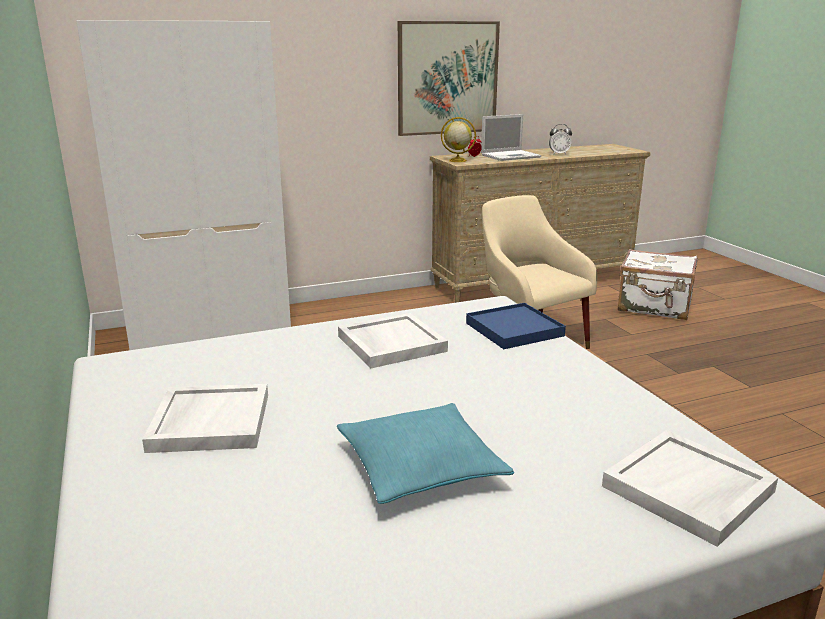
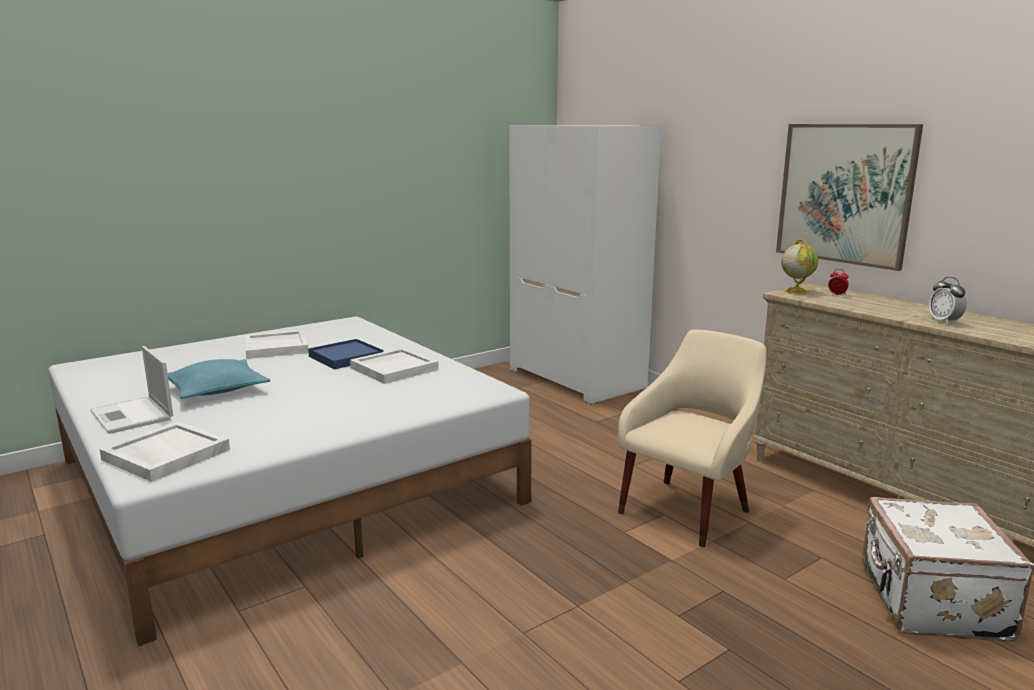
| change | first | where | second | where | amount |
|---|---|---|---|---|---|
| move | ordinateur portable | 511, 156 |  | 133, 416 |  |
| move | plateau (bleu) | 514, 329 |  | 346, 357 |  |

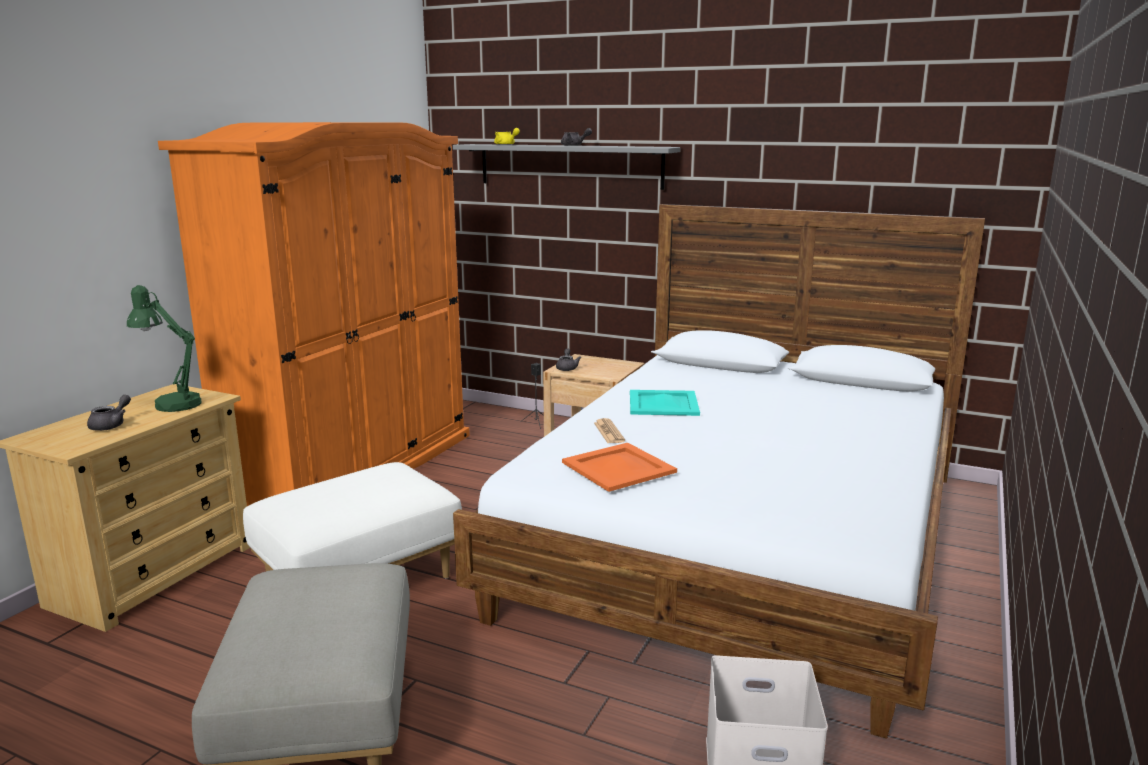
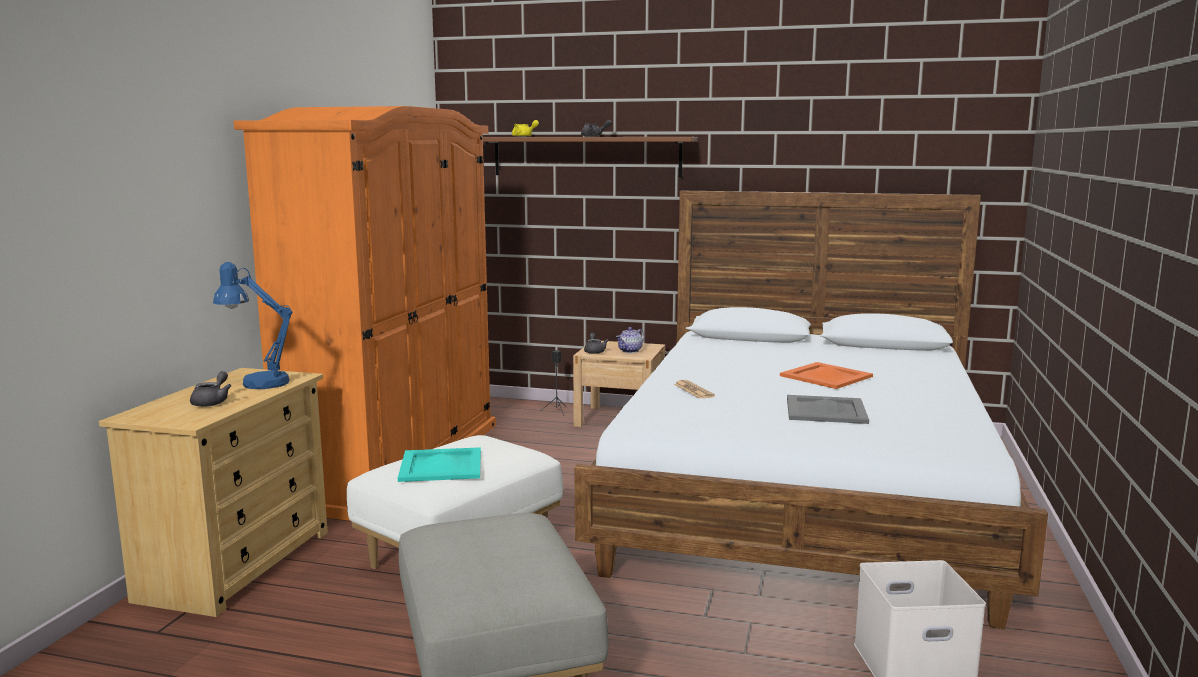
| change | first | where | second | where | amount |
|---|---|---|---|---|---|
| recolor | étagère (gris) | 569, 166 | étagère (marron) | 586, 156 |  |
| recolor | lampe de table (vert) | 172, 403 | lampe de table (bleu) | 257, 382 |  |
| move | plateau (turquoise) | 662, 403 |  | 440, 465 |  |
| move | plateau (orange) | 619, 467 |  | 827, 376 |  |
| insert |  |  | théière | 630, 351 |  |
| insert |  |  | plateau (gris) | 826, 410 |  |

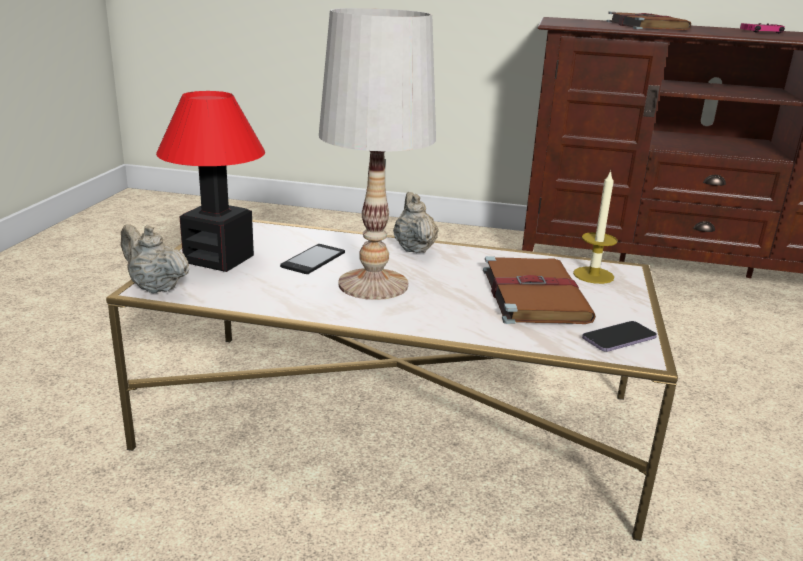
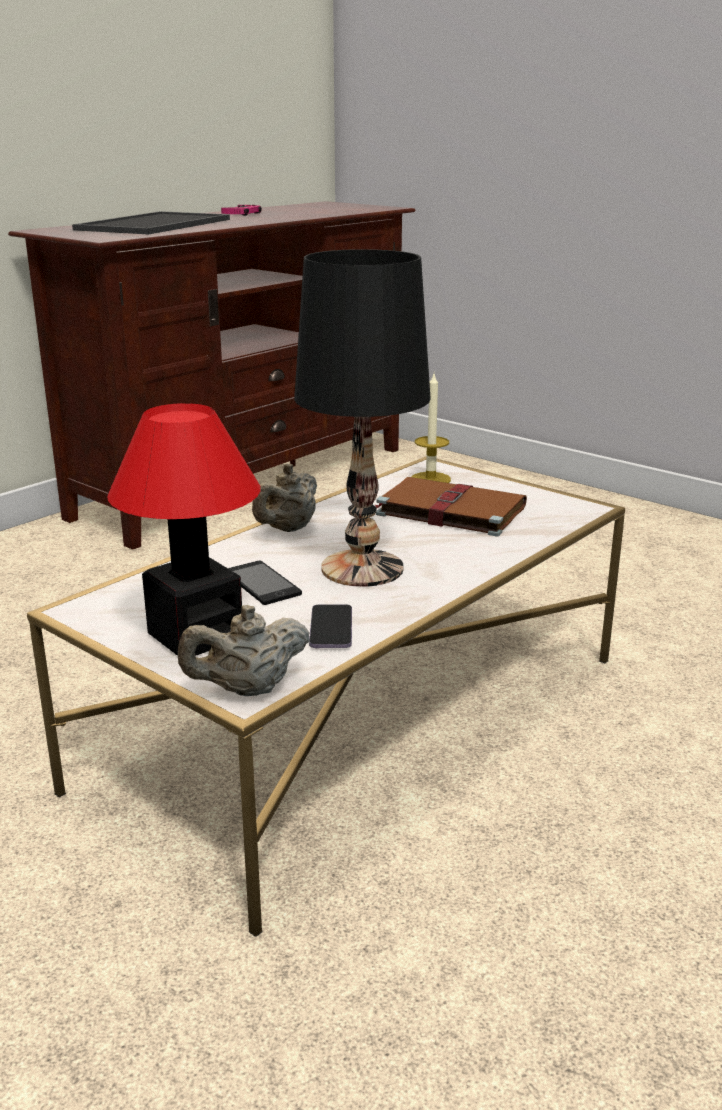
| change | first | where | second | where | amount |
|---|---|---|---|---|---|
| recolor | lampe de table (blanc) | 372, 285 | lampe de table (noir) | 363, 569 |  |
| replace | livre (marron) | 645, 26 | plateau | 156, 225 |  |
| rotate | théière (beige) | 414, 248 |  | 287, 529 | 75 degrees counterclockwise |
| move | téléphone | 619, 339 |  | 331, 629 |  |

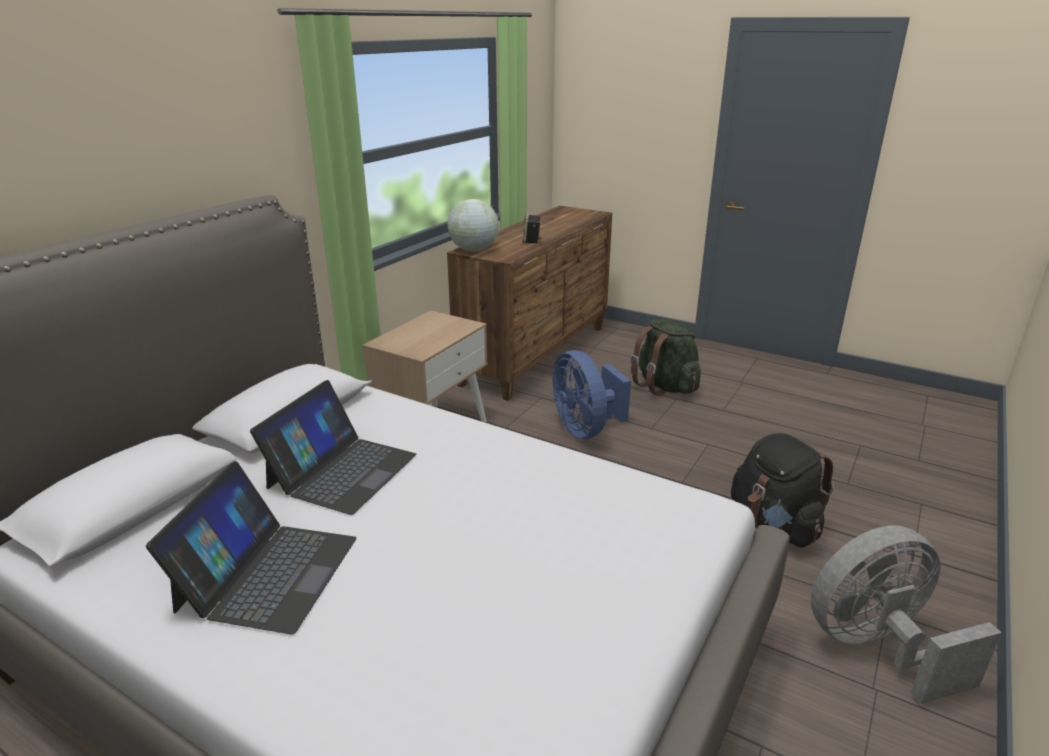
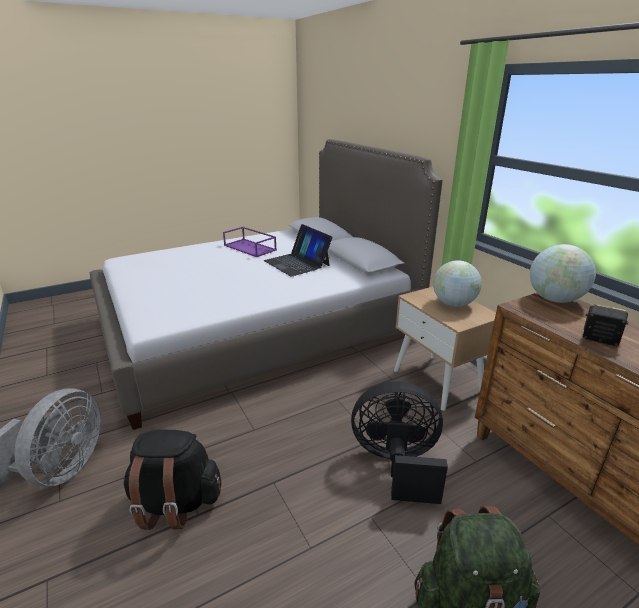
| change | first | where | second | where | amount |
|---|---|---|---|---|---|
| recolor | ventilateur (bleu) | 585, 429 | ventilateur (noir) | 396, 464 |  |
| replace | ordinateur portable | 267, 573 | plateau (violet) | 250, 248 |  |
| insert |  |  | globe | 453, 304 |  |

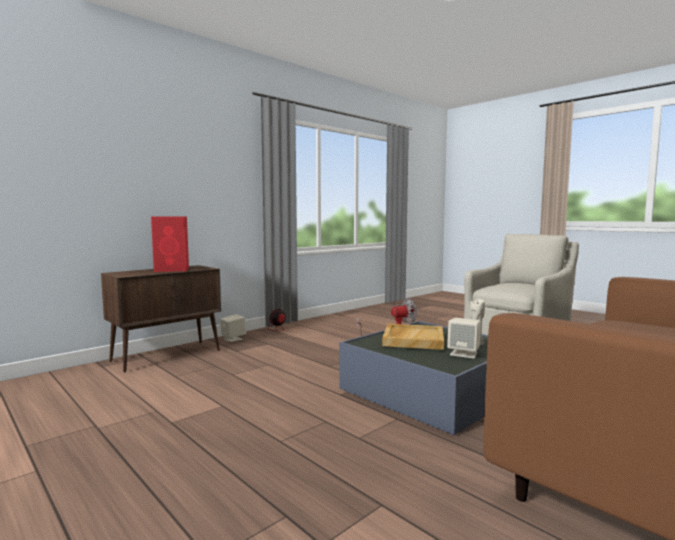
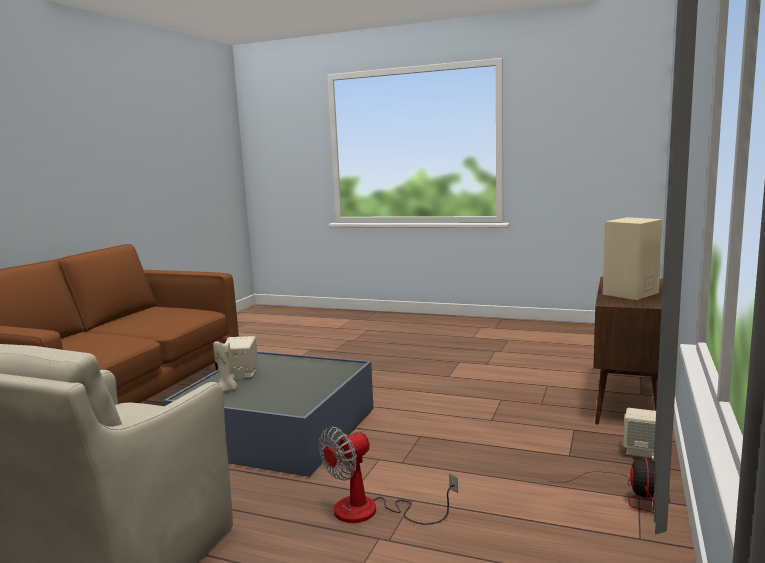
| change | first | where | second | where | amount |
|---|---|---|---|---|---|
| recolor | enceinte (rouge) | 173, 269 | enceinte (beige) | 630, 293 |  |
| delete | plateau (beige) | 413, 339 |  |  |  |

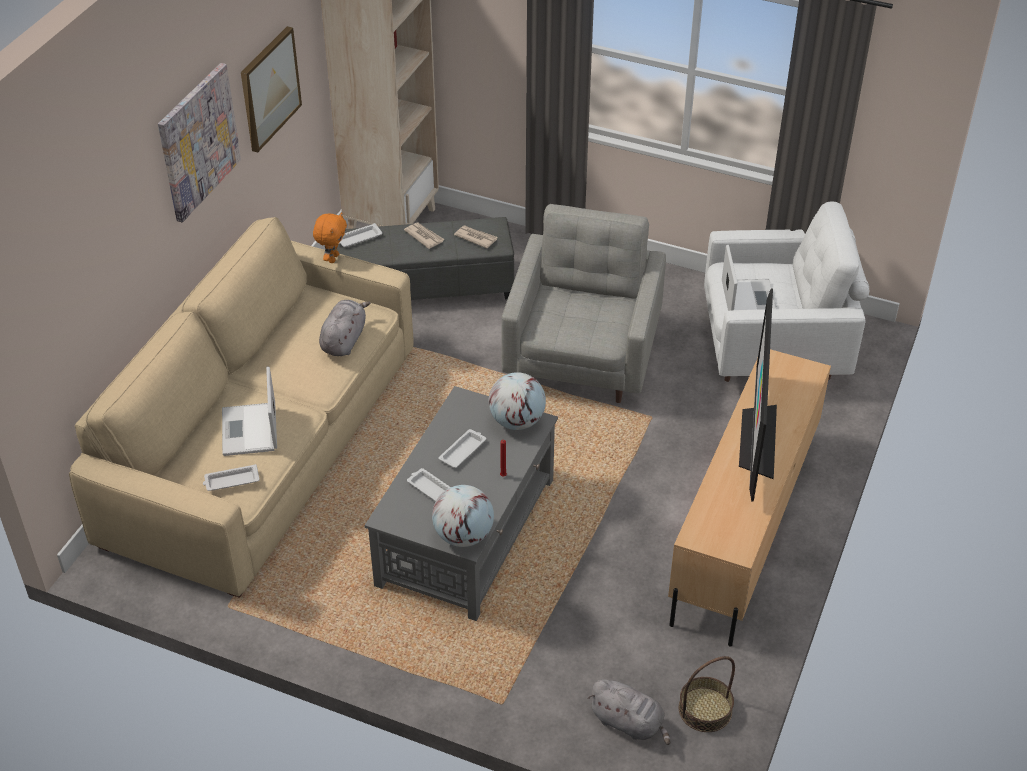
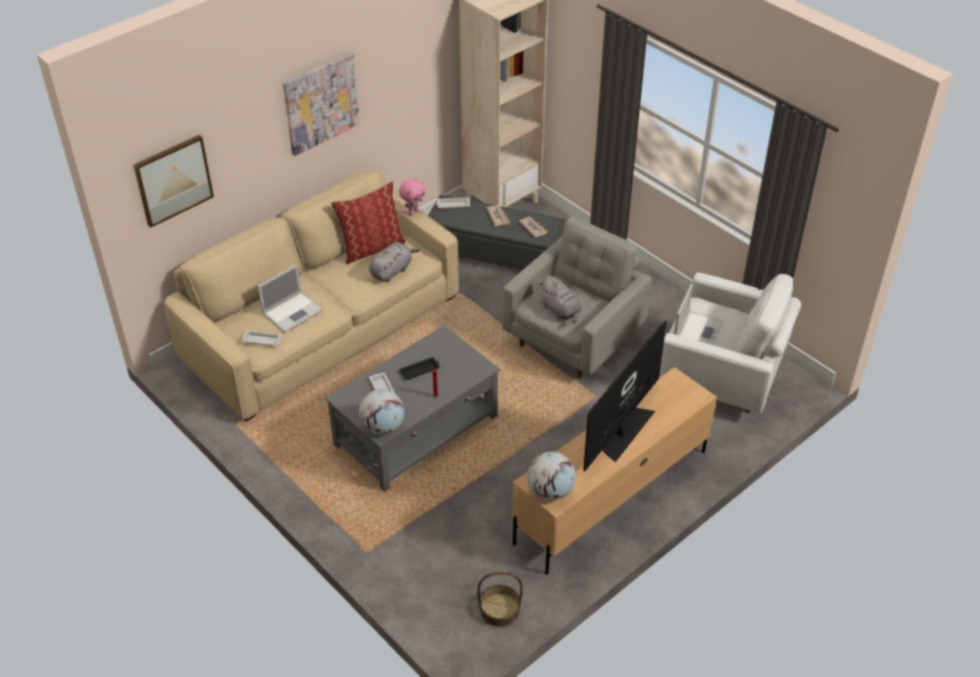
| change | first | where | second | where | amount |
|---|---|---|---|---|---|
| move | tableau | 269, 88 |  | 173, 180 |  |
| recolor | peluche (orange) | 332, 258 | peluche (rose) | 413, 212 |  |
| rotate | ordinateur portable | 250, 431 |  | 293, 311 | 150 degrees counterclockwise |
| move | globe | 517, 421 |  | 550, 491 |  |
| recolor | plateau (blanc) | 463, 451 | plateau (noir) | 420, 370 |  |
| move | peluche (gris) | 629, 723 |  | 561, 310 |  |
| insert |  |  | coussin | 371, 247 |  |

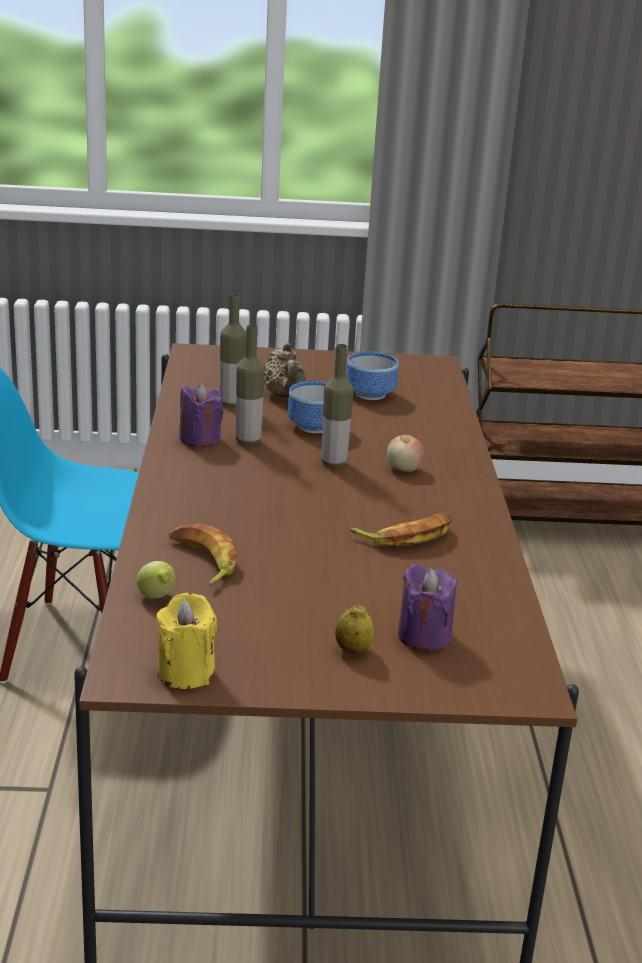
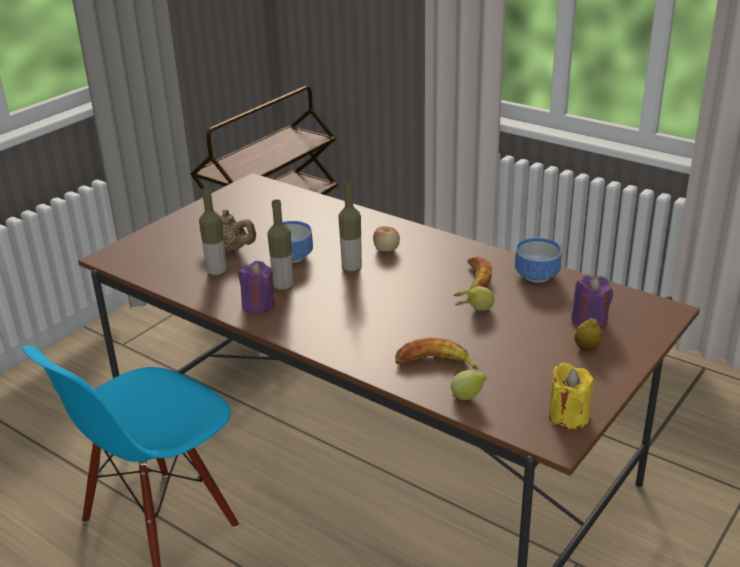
| change | first | where | second | where | amount |
|---|---|---|---|---|---|
| move | bol | 368, 393 |  | 534, 276 |  |
| insert |  |  | citron | 479, 310 |  |

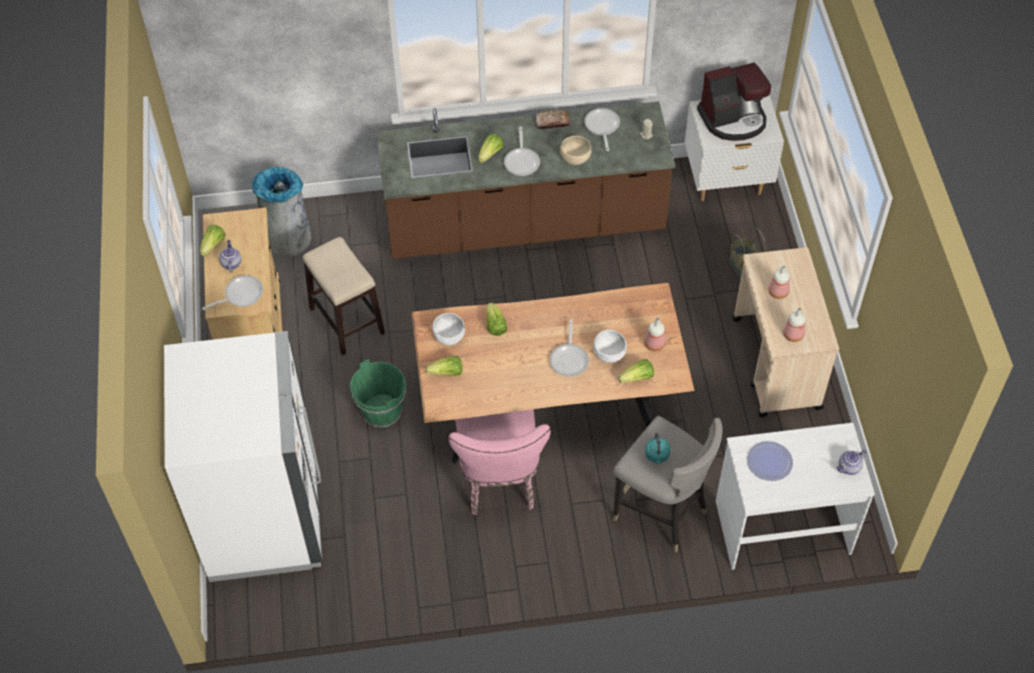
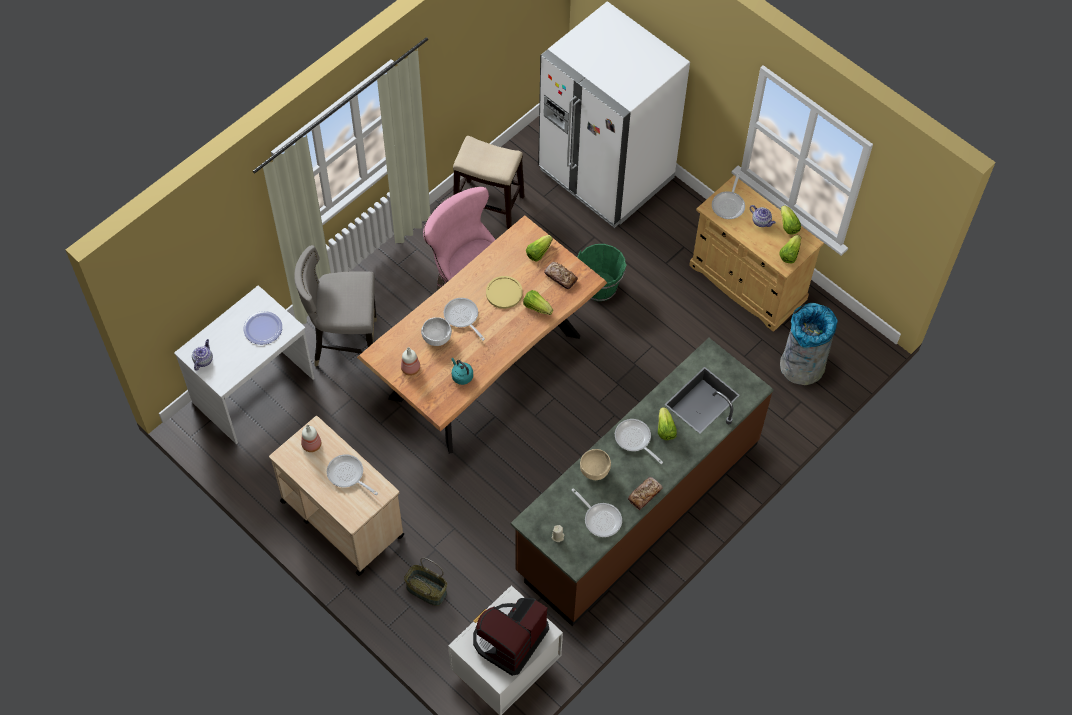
| change | first | where | second | where | amount |
|---|---|---|---|---|---|
| move | tabouret | 346, 320 |  | 489, 204 |  |
| replace | bouteille | 778, 292 | poêle | 348, 475 |  |
| replace | bol (blanc) | 449, 338 | pain | 560, 277 |  |
| move | laitue | 637, 378 |  | 790, 254 |  |
| move | bouilloire (turquoise) | 657, 456 |  | 461, 376 |  |
| insert |  |  | assiette (jaune) | 504, 293 |  |

